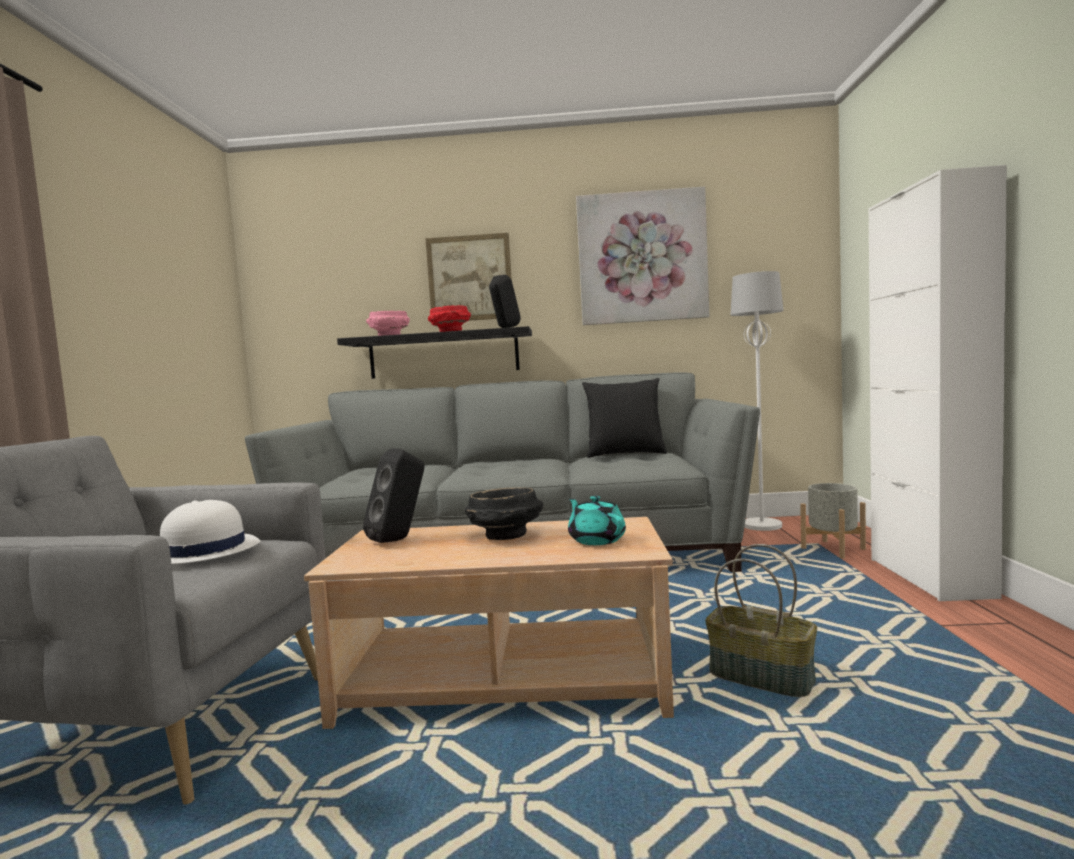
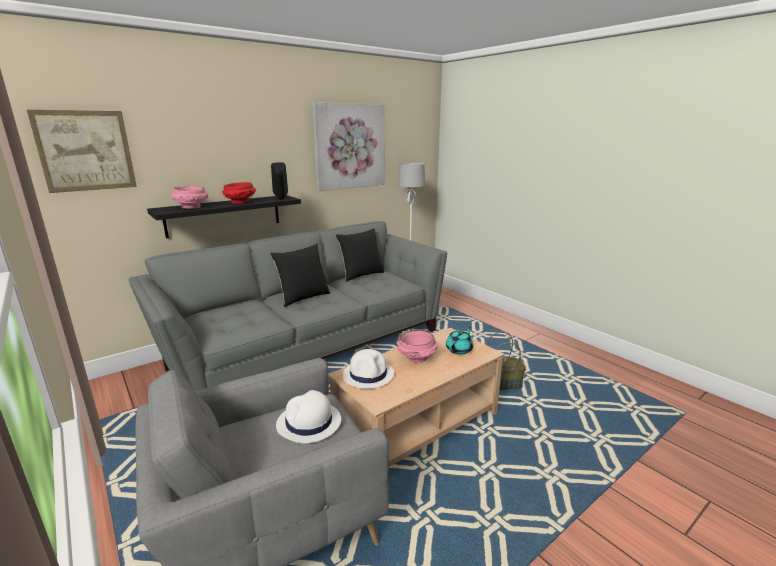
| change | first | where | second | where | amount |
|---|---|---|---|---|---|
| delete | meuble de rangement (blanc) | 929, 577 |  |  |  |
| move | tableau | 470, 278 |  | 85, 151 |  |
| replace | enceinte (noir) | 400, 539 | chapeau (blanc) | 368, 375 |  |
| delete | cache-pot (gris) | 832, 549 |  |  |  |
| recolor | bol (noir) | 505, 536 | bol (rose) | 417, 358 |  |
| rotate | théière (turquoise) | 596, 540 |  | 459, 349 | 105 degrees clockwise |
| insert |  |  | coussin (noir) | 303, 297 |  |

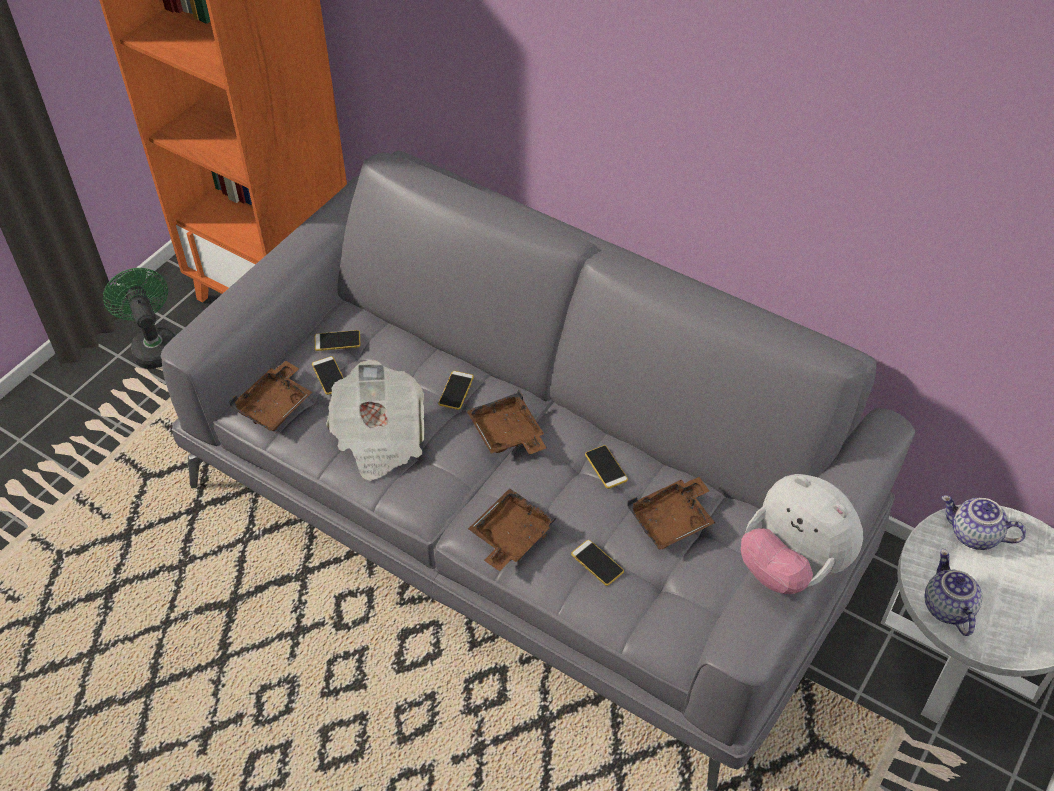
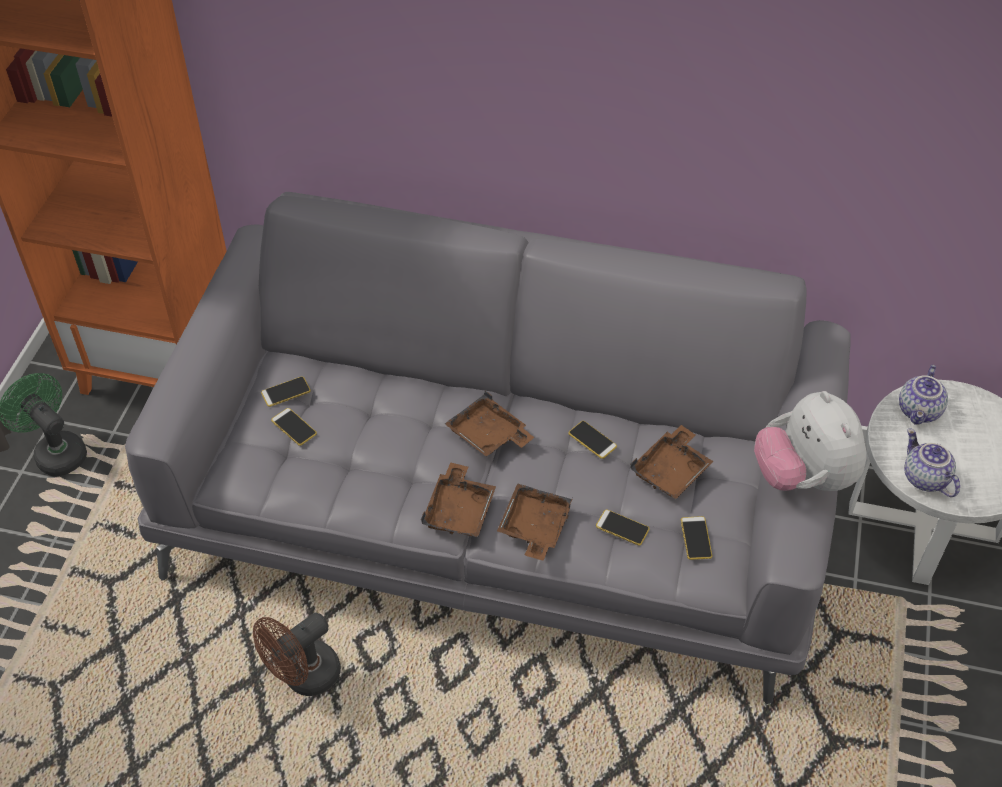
| change | first | where | second | where | amount |
|---|---|---|---|---|---|
| delete | journal | 379, 438 |  |  |  |
| move | plateau (marron) | 275, 405 |  | 459, 510 |  |
| move | téléphone | 456, 390 |  | 696, 538 |  |
| rotate | peluche | 792, 565 |  | 803, 477 | 45 degrees clockwise |
| rotate | théière | 973, 535 |  | 920, 411 | 75 degrees counterclockwise |
| insert |  |  | ventilateur (marron) | 303, 677 |  |

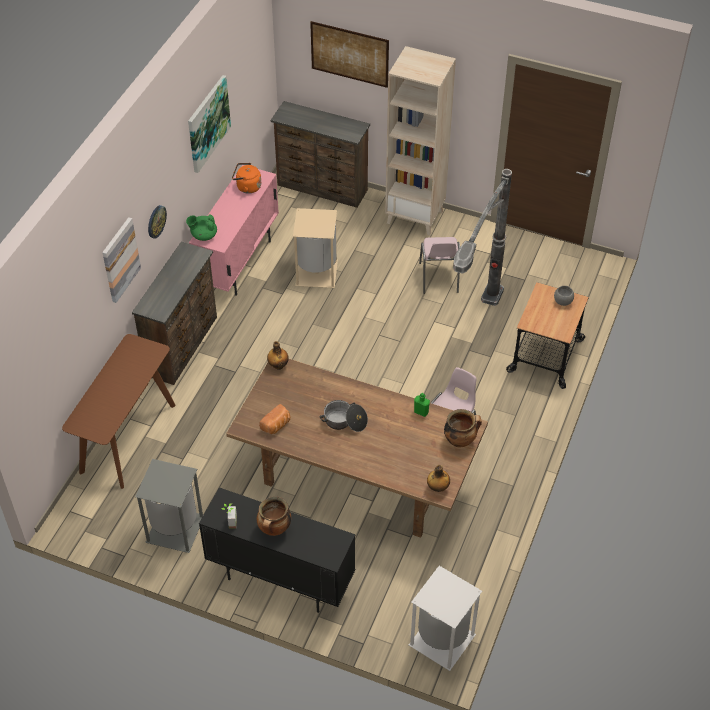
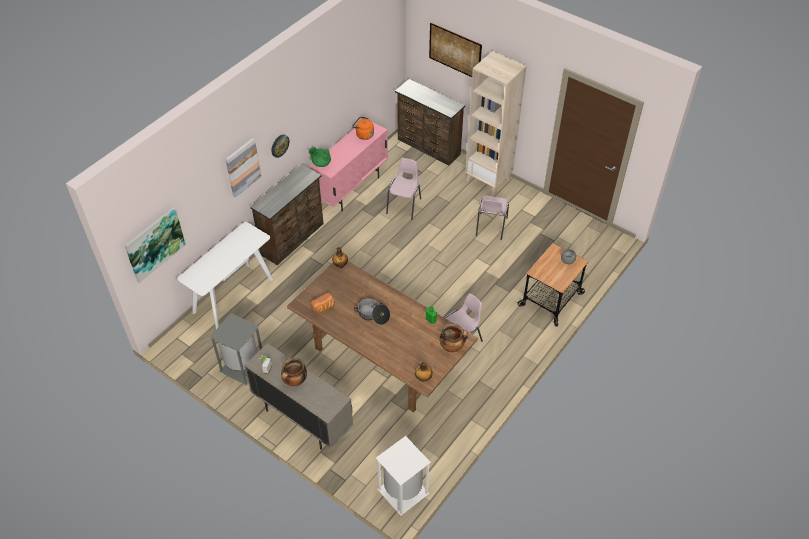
| change | first | where | second | where | amount |
|---|---|---|---|---|---|
| move | tableau | 207, 123 |  | 154, 244 |  |
| delete | lampadaire | 473, 340 |  |  |  |
| replace | poubelle (beige) | 317, 272 | chaise (rose) | 404, 206 |  |
| recolor | table console (marron) | 128, 438 | table console (blanc) | 233, 295 |  |
| recolor | meuble de rangement (noir) | 280, 579 | meuble de rangement (beige) | 302, 419 |  |

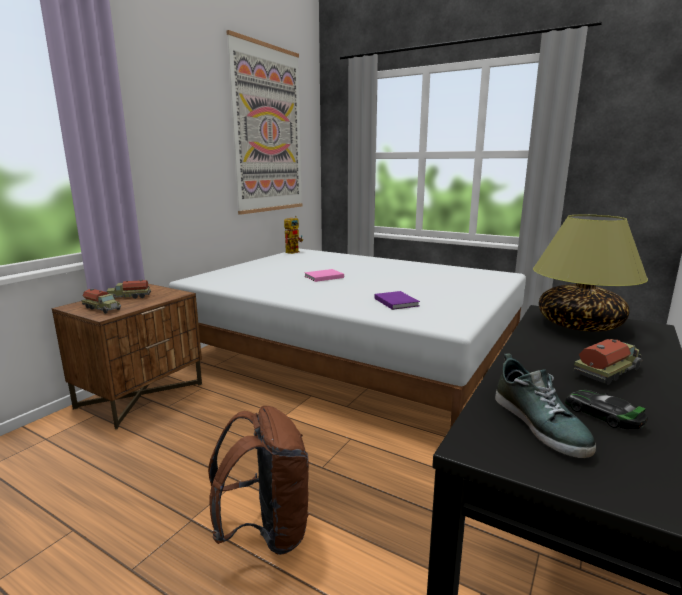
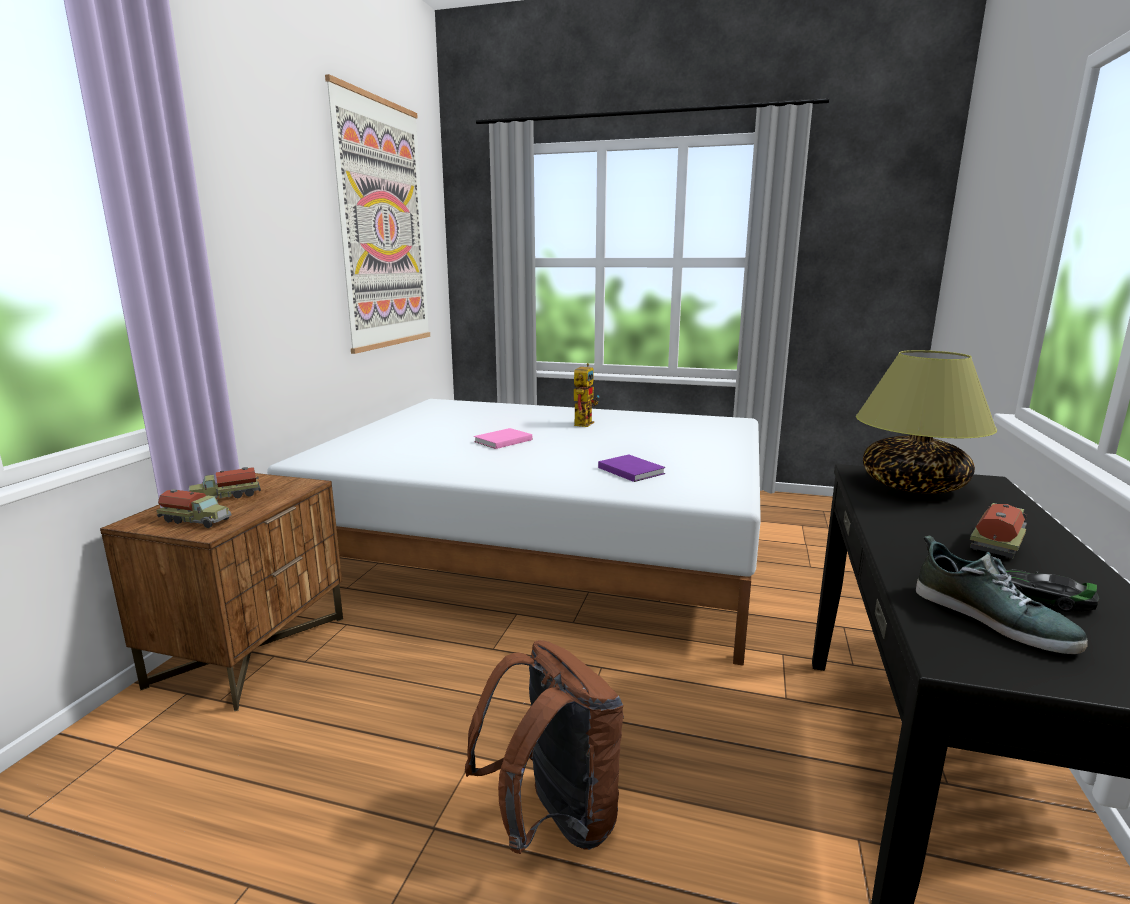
| change | first | where | second | where | amount |
|---|---|---|---|---|---|
| move | robot jouet | 293, 251 |  | 583, 422 |  |

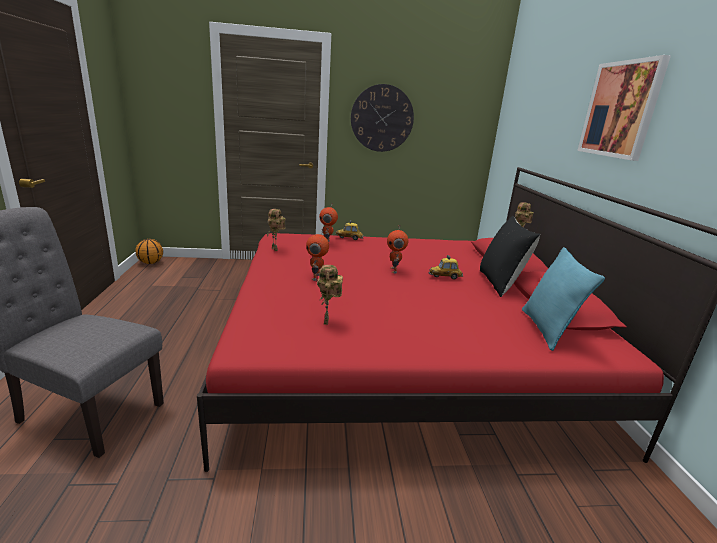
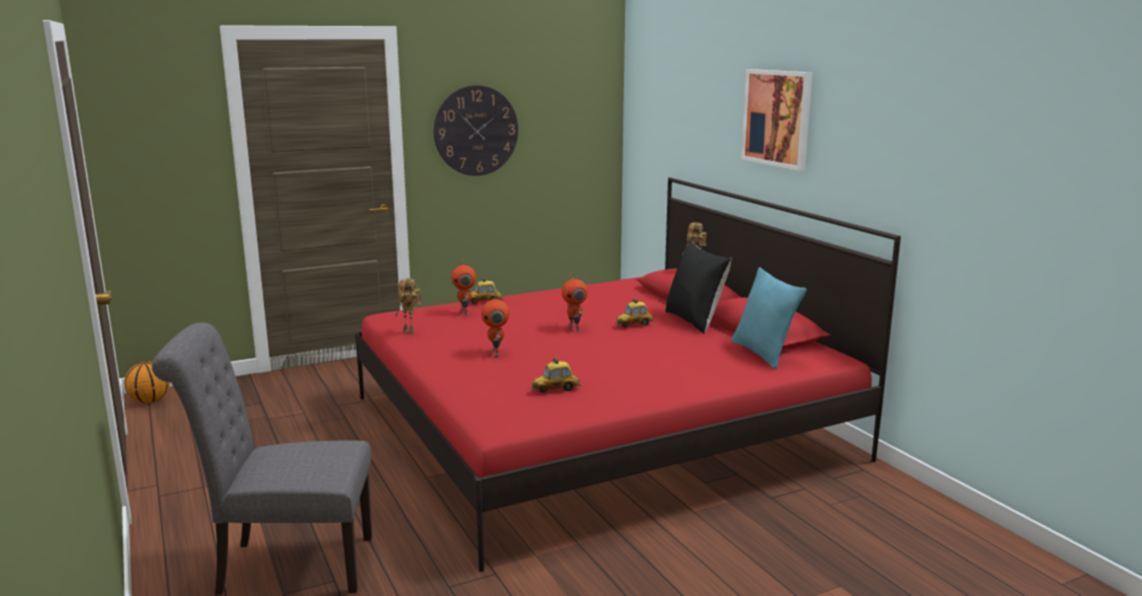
| change | first | where | second | where | amount |
|---|---|---|---|---|---|
| replace | robot jouet | 327, 322 | petite voiture | 555, 390 |  |

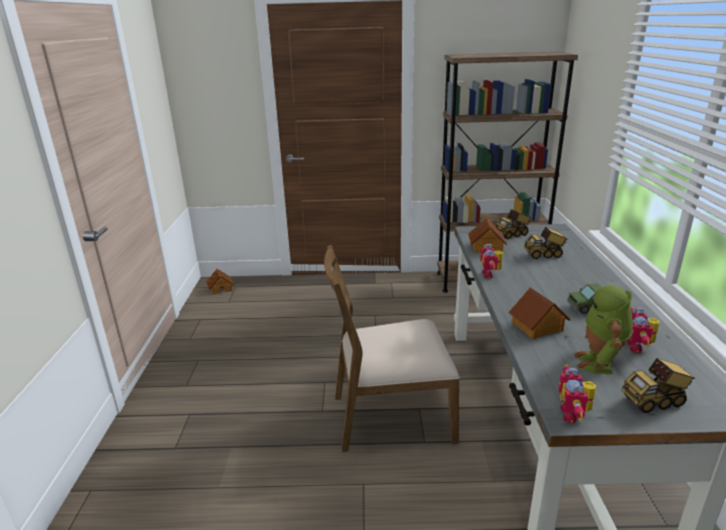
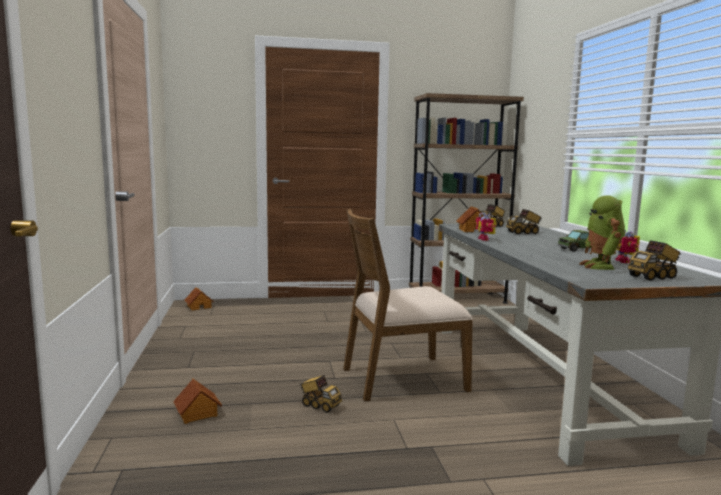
| change | first | where | second | where | amount |
|---|---|---|---|---|---|
| move | maison miniature | 537, 327 |  | 197, 413 |  |
| delete | robot jouet | 573, 414 |  |  |  |
| insert |  |  | camion jouet | 320, 405 |  |

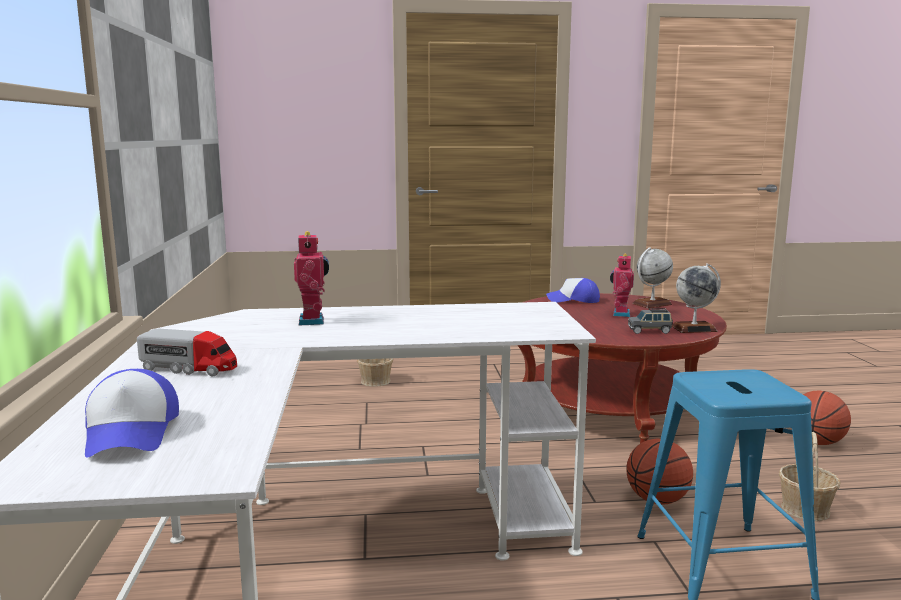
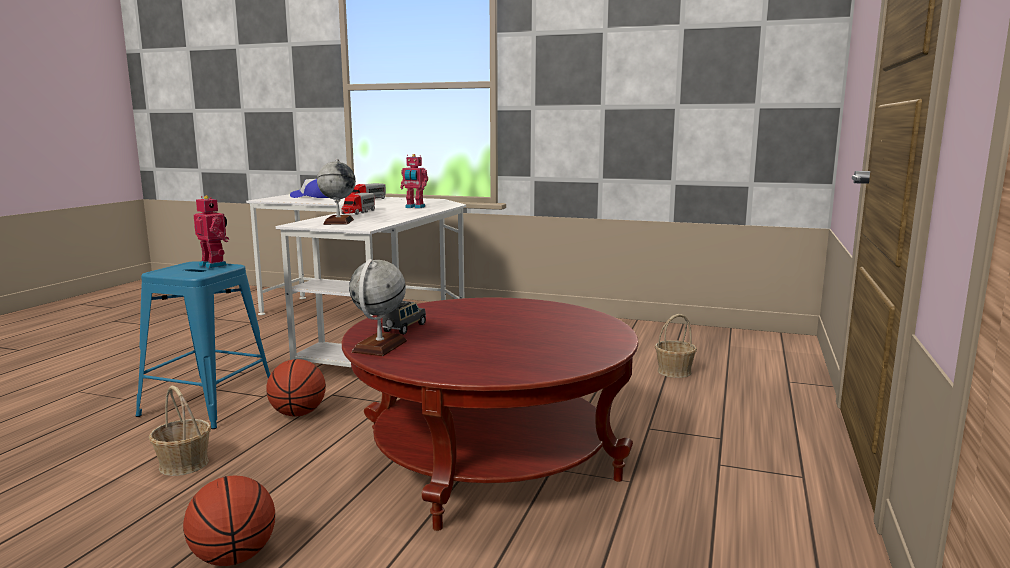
| change | first | where | second | where | amount |
|---|---|---|---|---|---|
| move | globe | 652, 304 |  | 338, 222 |  |
| move | robot jouet | 619, 314 |  | 214, 265 |  |
| delete | casquette | 573, 300 |  |  |  |
| insert |  |  | camion jouet | 358, 212 |  |

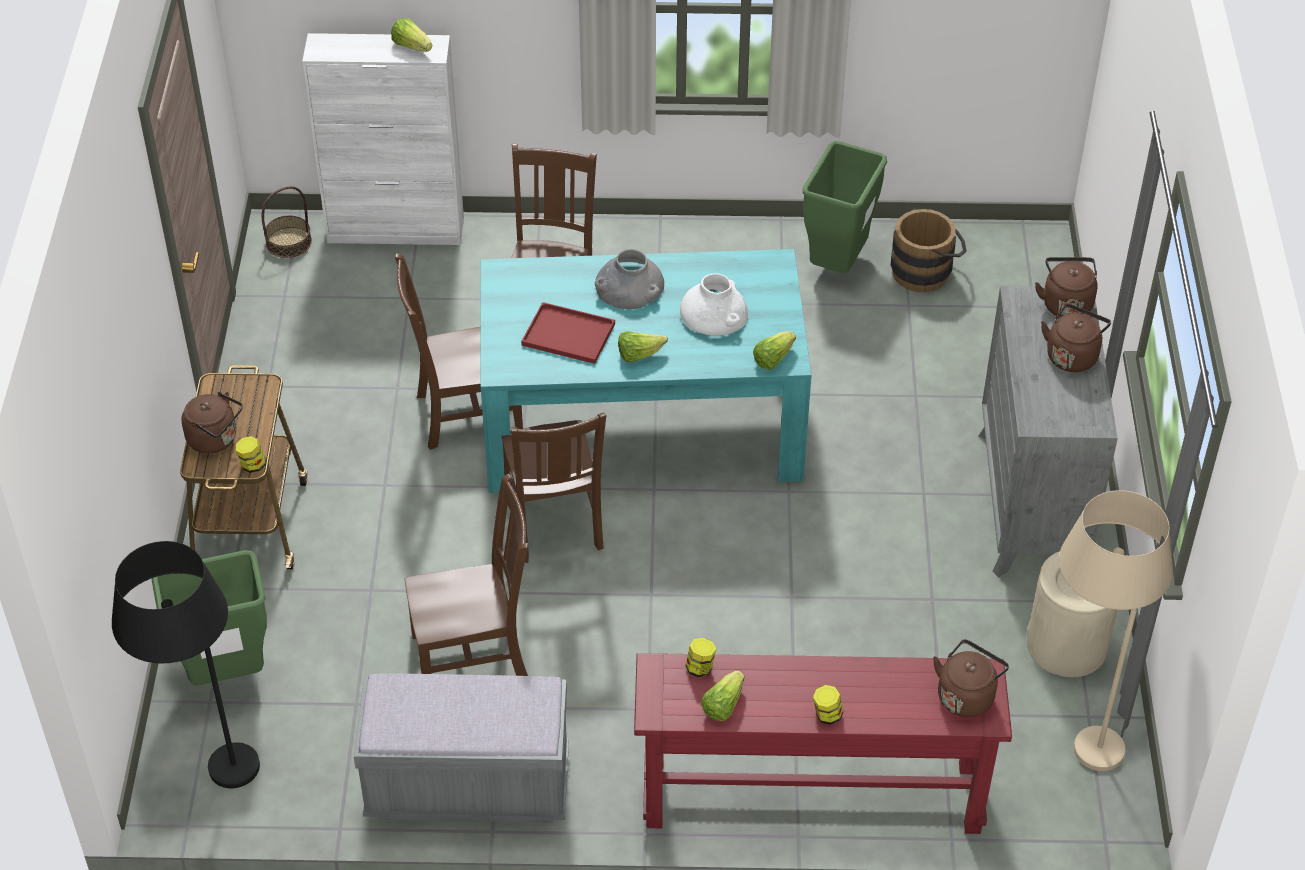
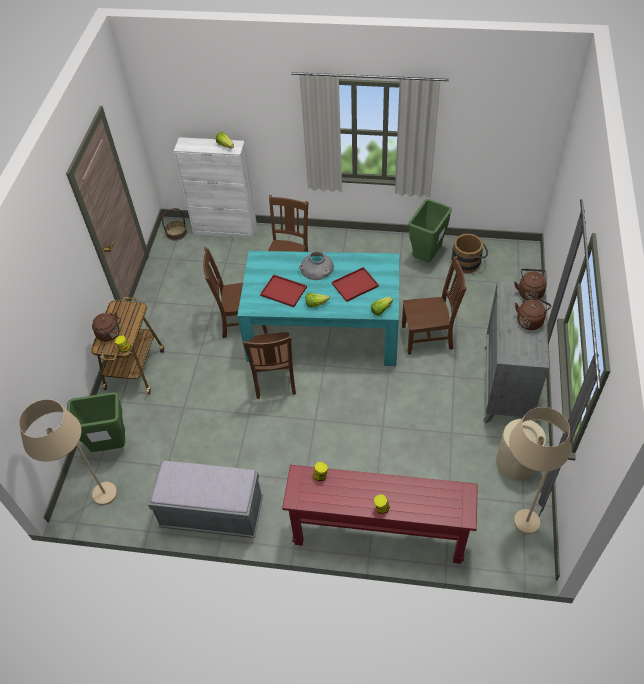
| change | first | where | second | where | amount |
|---|---|---|---|---|---|
| replace | vase (blanc) | 714, 313 | plateau (rouge) | 355, 284 |  |
| move | chaise (marron) | 474, 656 |  | 429, 337 |  |
| recolor | lampadaire (noir) | 211, 784 | lampadaire (beige) | 93, 502 |  |
| delete | bouilloire (marron) | 966, 695 |  |  |  |
| delete | laitue | 723, 705 |  |  |  |

